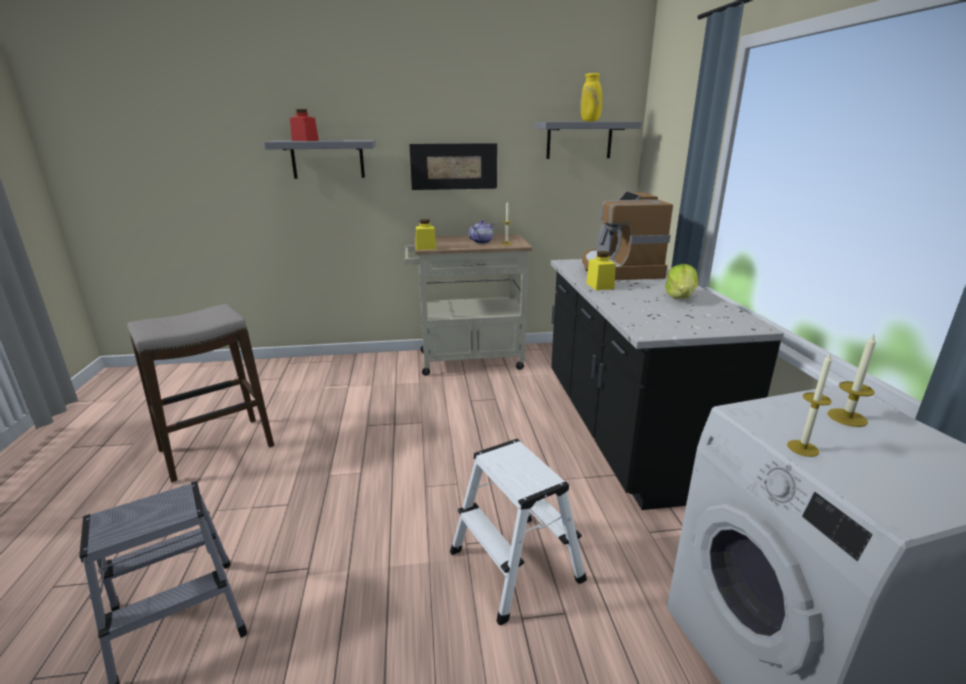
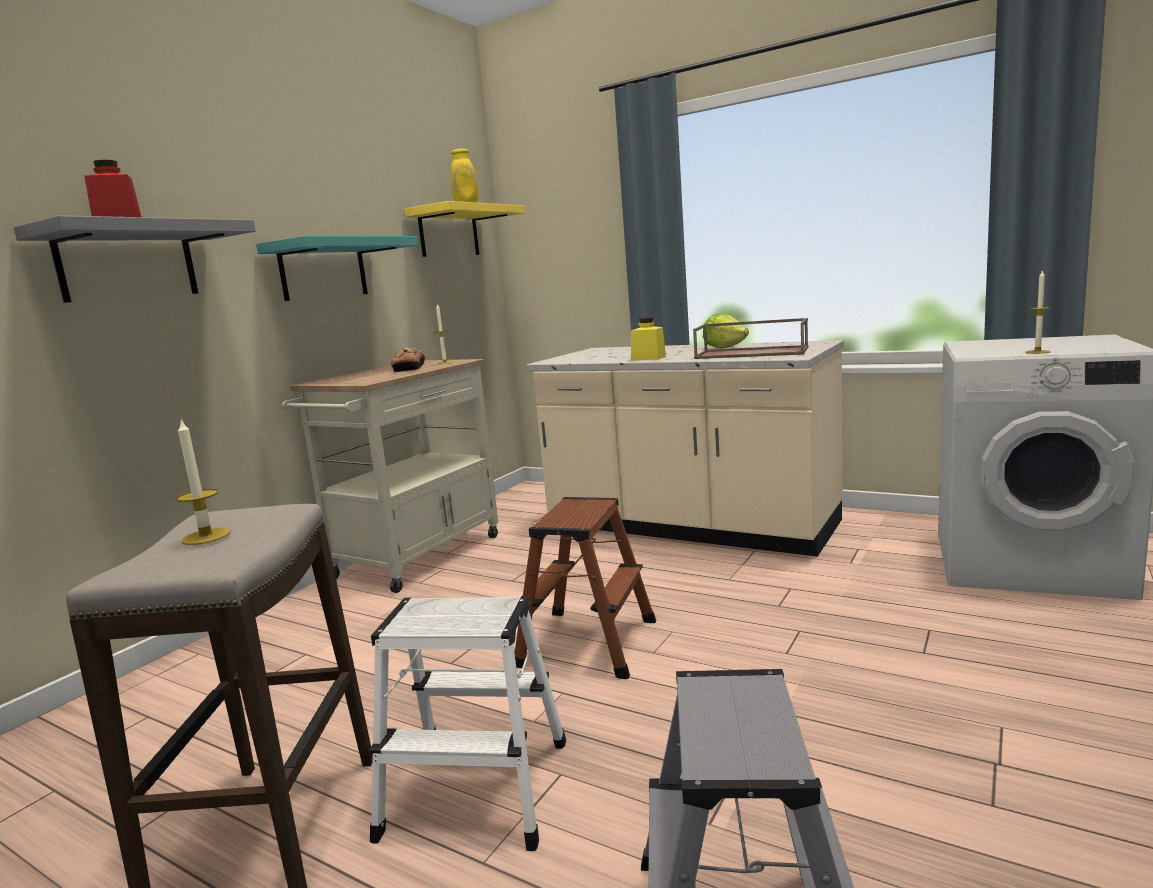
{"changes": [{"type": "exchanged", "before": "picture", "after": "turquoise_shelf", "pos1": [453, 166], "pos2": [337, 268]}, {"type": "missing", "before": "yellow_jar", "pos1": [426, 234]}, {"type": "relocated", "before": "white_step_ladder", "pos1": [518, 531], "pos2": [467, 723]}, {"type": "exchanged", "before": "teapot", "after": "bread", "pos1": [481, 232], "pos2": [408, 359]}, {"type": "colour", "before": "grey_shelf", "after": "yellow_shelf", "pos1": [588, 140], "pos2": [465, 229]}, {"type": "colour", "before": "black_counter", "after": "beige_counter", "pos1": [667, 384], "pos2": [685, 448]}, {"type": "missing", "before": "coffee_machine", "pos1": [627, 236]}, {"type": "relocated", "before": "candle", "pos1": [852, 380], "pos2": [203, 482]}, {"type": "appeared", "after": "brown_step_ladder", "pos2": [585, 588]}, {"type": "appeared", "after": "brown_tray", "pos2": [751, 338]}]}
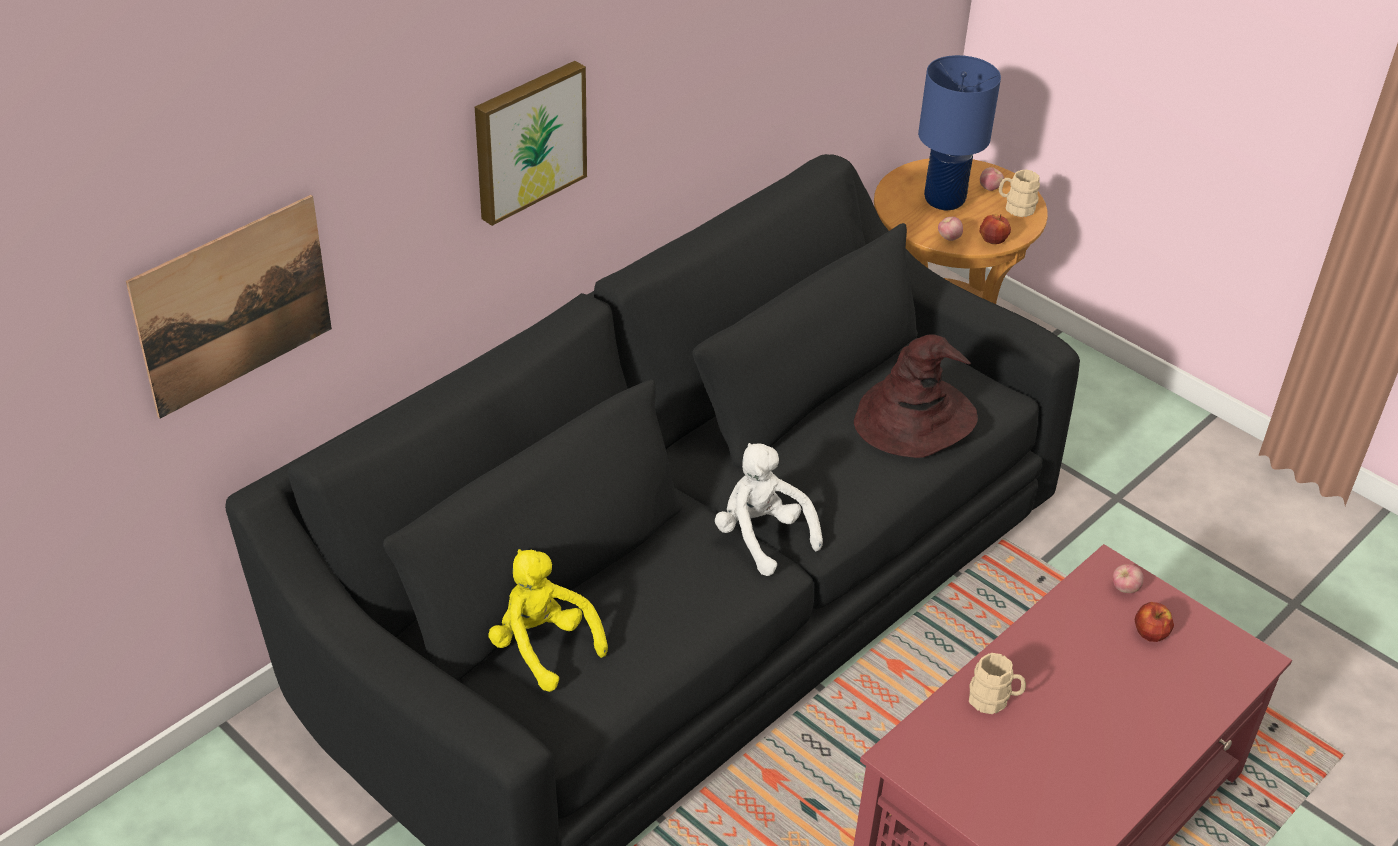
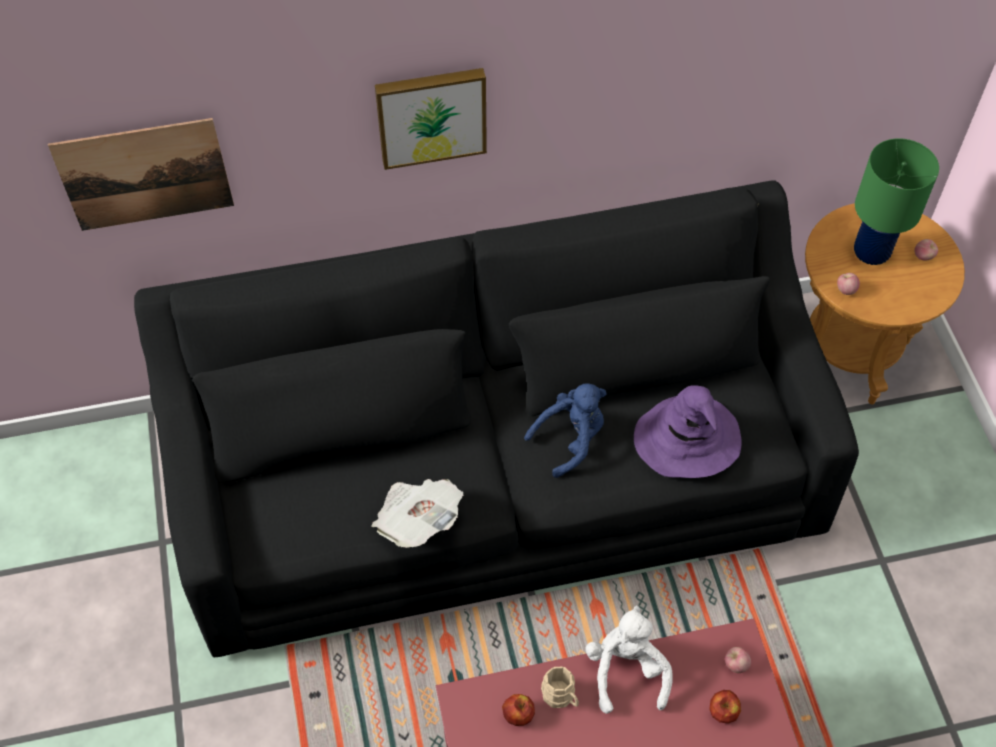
{"changes": [{"type": "missing", "before": "yellow_plush_toy", "pos1": [548, 620]}, {"type": "relocated", "before": "white_plush_toy", "pos1": [769, 509], "pos2": [628, 659]}, {"type": "colour", "before": "brown_hat", "after": "purple_hat", "pos1": [916, 396], "pos2": [688, 431]}, {"type": "colour", "before": "blue_table_lamp", "after": "green_table_lamp", "pos1": [959, 133], "pos2": [896, 201]}, {"type": "relocated", "before": "apple", "pos1": [995, 229], "pos2": [518, 710]}, {"type": "missing", "before": "beige_mug", "pos1": [1019, 193]}, {"type": "appeared", "after": "newspaper", "pos2": [417, 513]}, {"type": "appeared", "after": "blue_plush_toy", "pos2": [565, 430]}]}
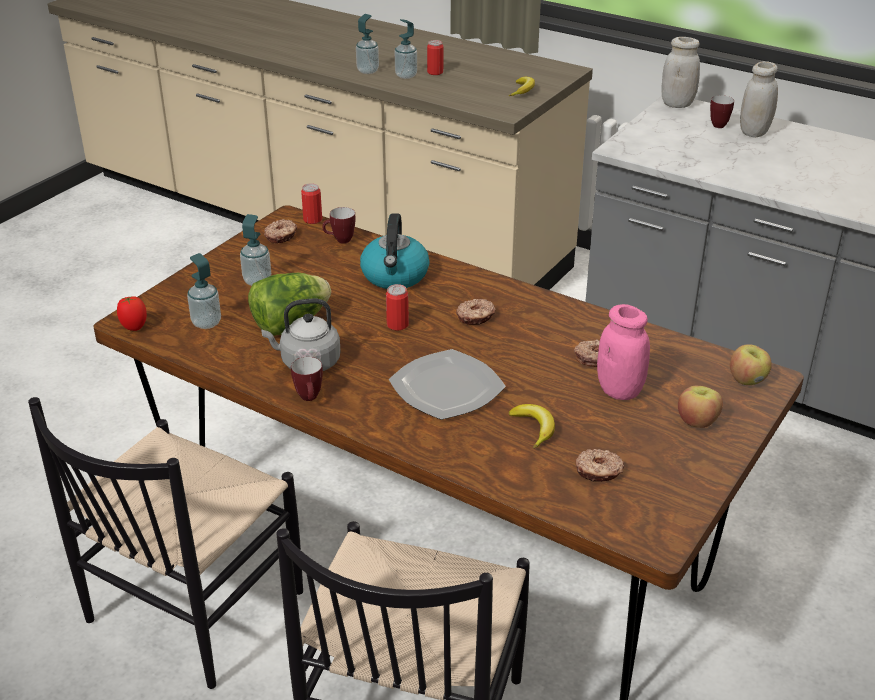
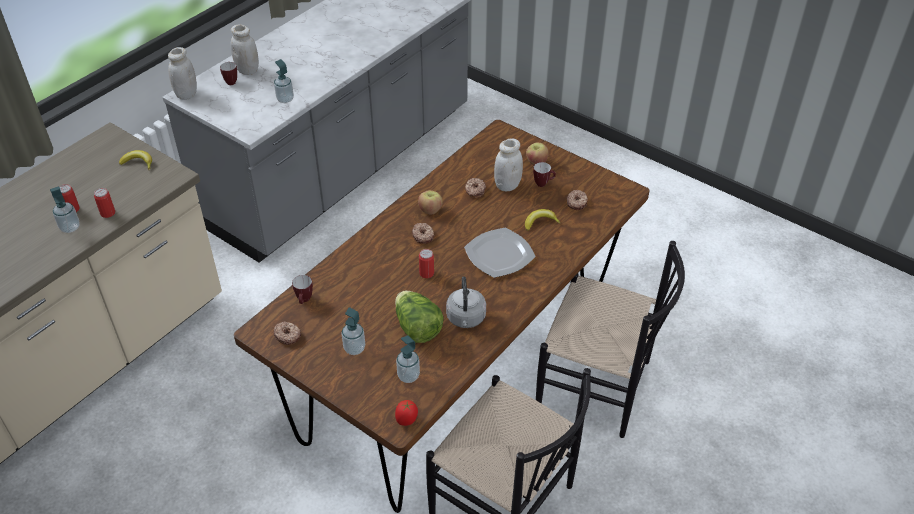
{"changes": [{"type": "relocated", "before": "mug", "pos1": [307, 379], "pos2": [544, 174]}, {"type": "relocated", "before": "can", "pos1": [311, 203], "pos2": [105, 203]}, {"type": "relocated", "before": "soap_dispenser", "pos1": [367, 44], "pos2": [284, 81]}, {"type": "missing", "before": "kettle", "pos1": [395, 251]}, {"type": "colour", "before": "pink_jar", "after": "white_jar", "pos1": [623, 352], "pos2": [508, 164]}, {"type": "relocated", "before": "apple", "pos1": [751, 364], "pos2": [430, 202]}]}
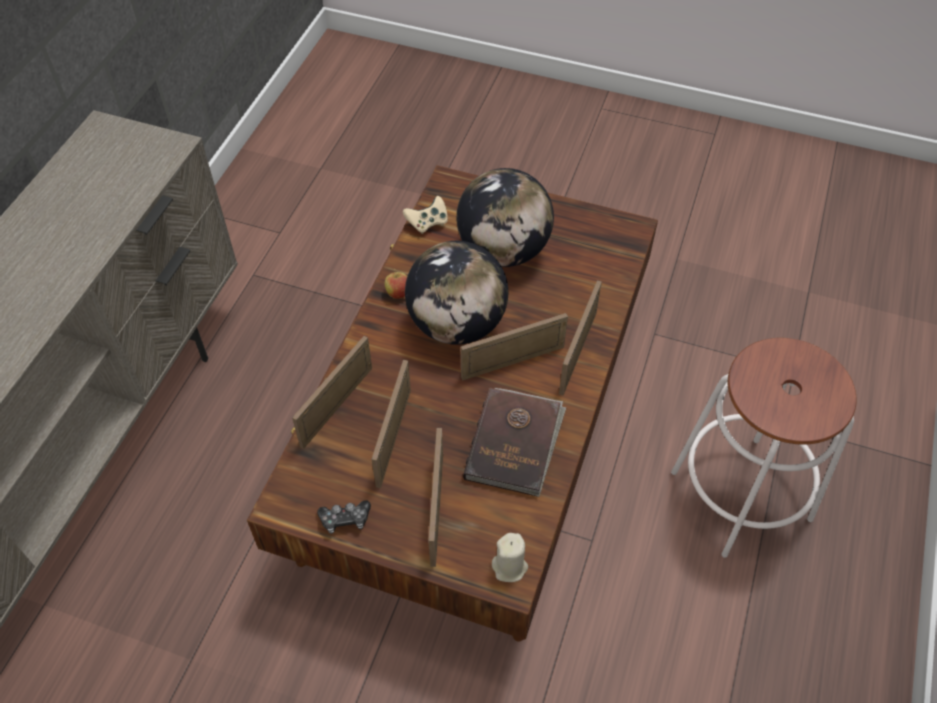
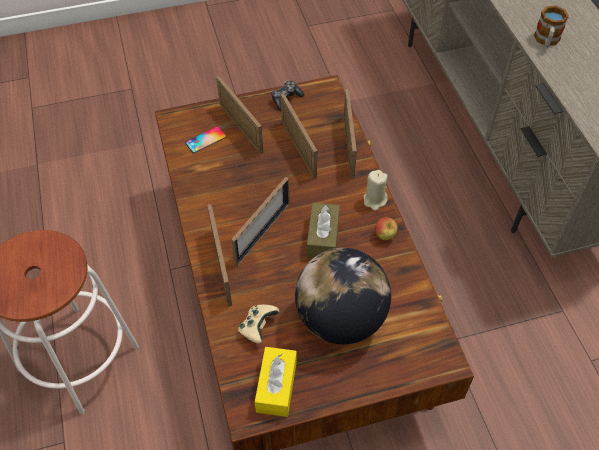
{"changes": [{"type": "relocated", "before": "beige_game_controller", "pos1": [425, 215], "pos2": [258, 323]}, {"type": "exchanged", "before": "globe", "after": "brown_tissue_box", "pos1": [456, 293], "pos2": [323, 230]}, {"type": "missing", "before": "brown_book", "pos1": [514, 442]}, {"type": "relocated", "before": "beige_candle", "pos1": [510, 557], "pos2": [376, 190]}, {"type": "appeared", "after": "phone", "pos2": [205, 139]}, {"type": "appeared", "after": "yellow_tissue_box", "pos2": [276, 382]}, {"type": "appeared", "after": "mug", "pos2": [551, 27]}]}
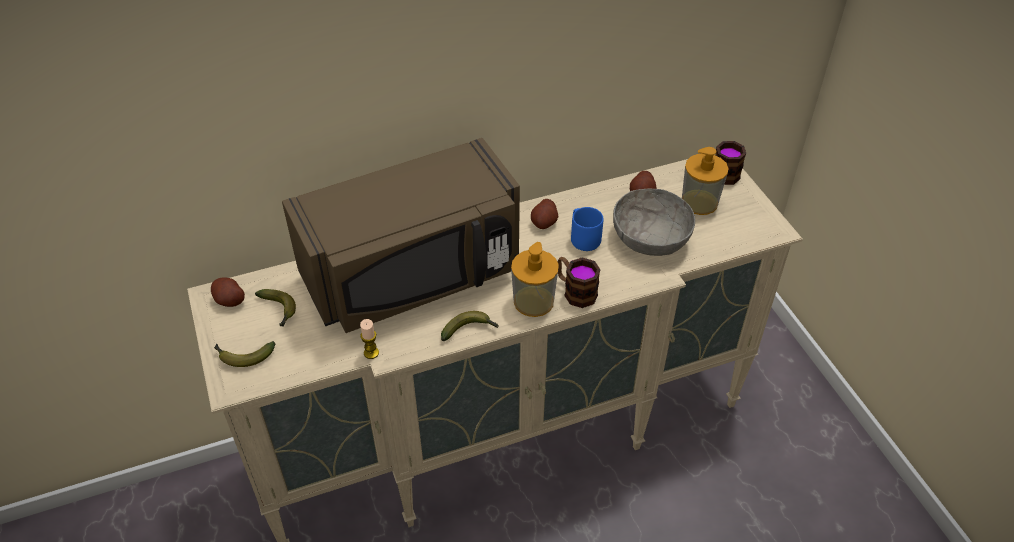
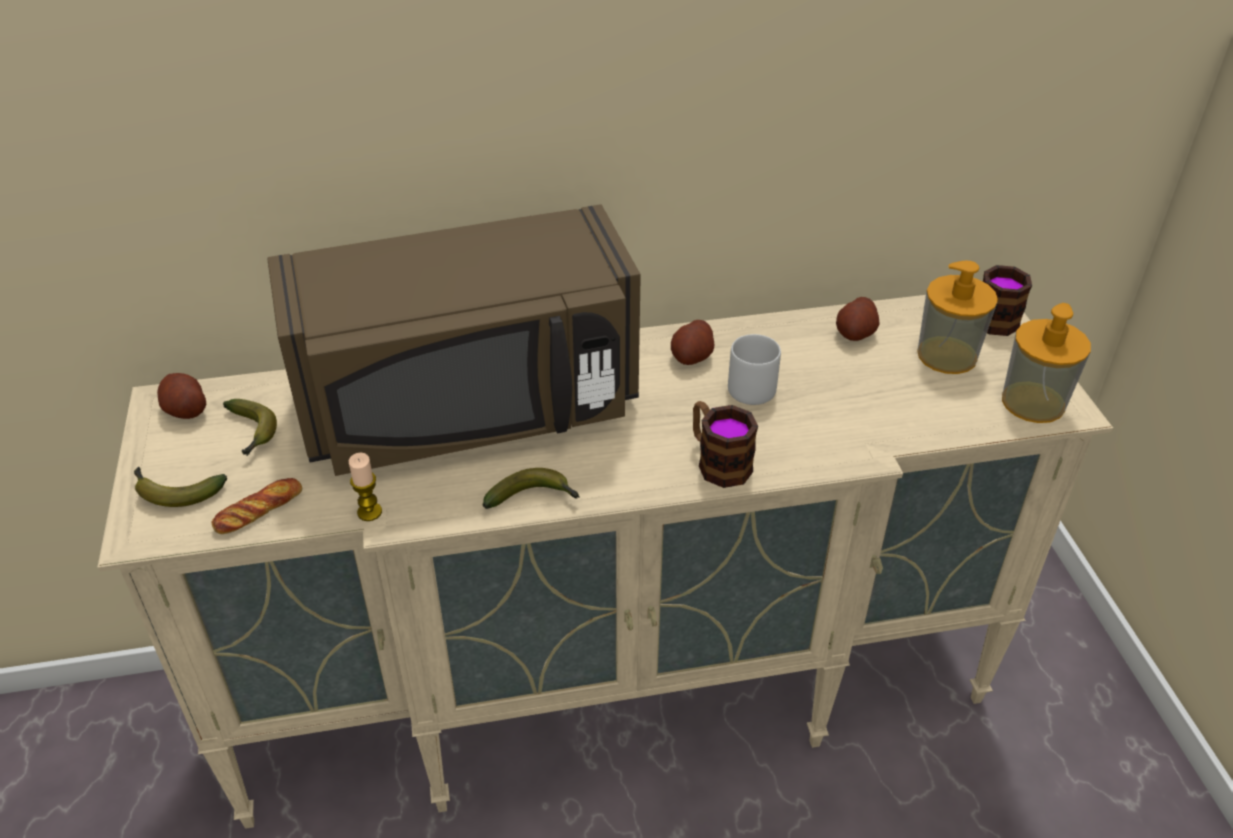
{"changes": [{"type": "relocated", "before": "soap_dispenser", "pos1": [535, 279], "pos2": [1046, 363]}, {"type": "colour", "before": "blue_mug", "after": "grey_mug", "pos1": [587, 229], "pos2": [754, 369]}, {"type": "missing", "before": "grey_bowl", "pos1": [654, 222]}, {"type": "appeared", "after": "bread", "pos2": [256, 506]}]}
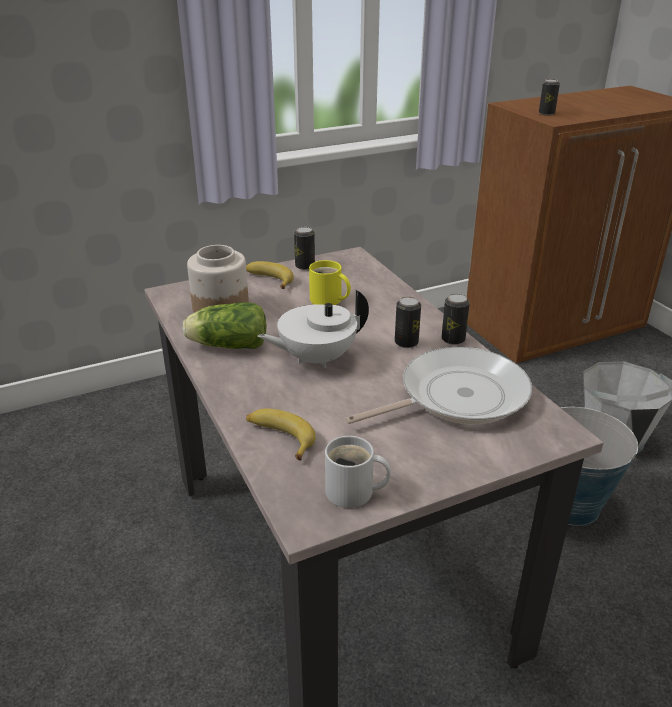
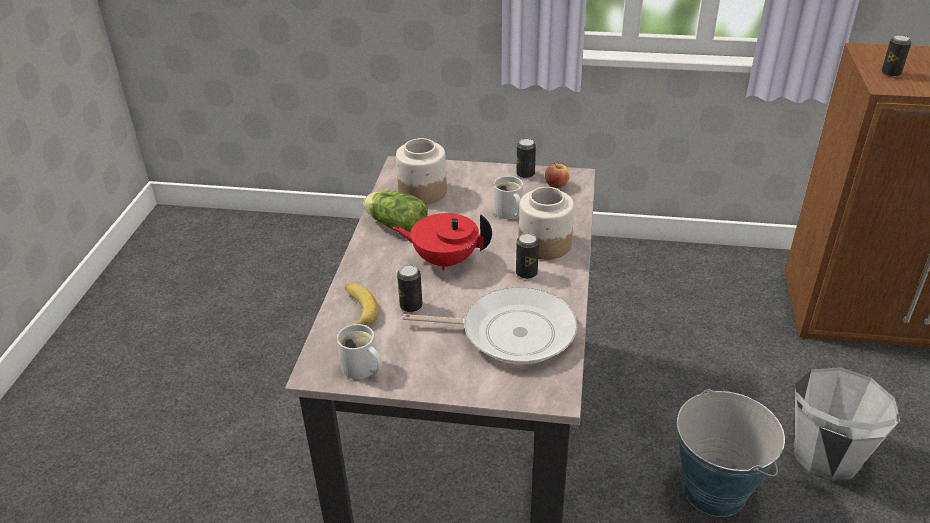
{"changes": [{"type": "missing", "before": "banana", "pos1": [270, 275]}, {"type": "colour", "before": "white_teapot", "after": "red_teapot", "pos1": [313, 329], "pos2": [442, 241]}, {"type": "colour", "before": "yellow_mug", "after": "white_mug", "pos1": [330, 282], "pos2": [508, 197]}, {"type": "relocated", "before": "can", "pos1": [456, 319], "pos2": [410, 288]}, {"type": "appeared", "after": "jar", "pos2": [546, 223]}, {"type": "appeared", "after": "apple", "pos2": [557, 175]}]}
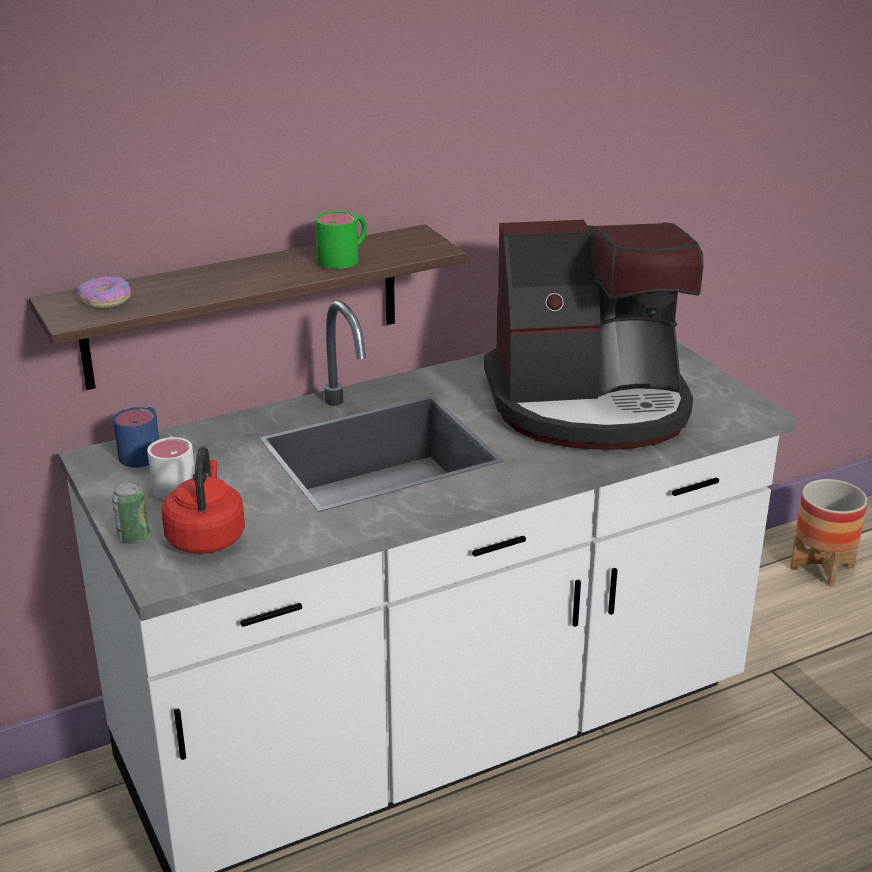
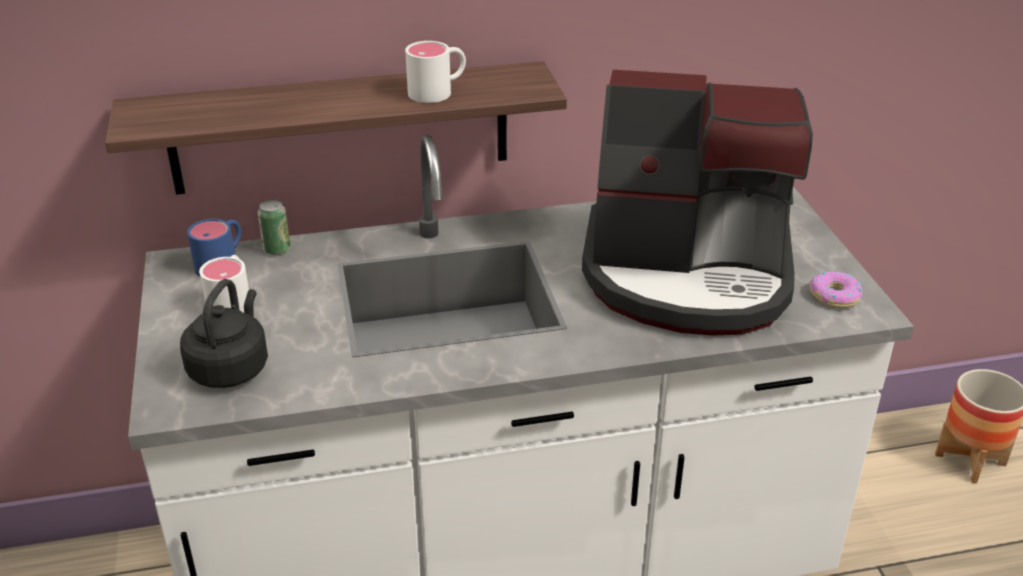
{"changes": [{"type": "relocated", "before": "donut", "pos1": [104, 292], "pos2": [835, 289]}, {"type": "relocated", "before": "can", "pos1": [130, 512], "pos2": [274, 227]}, {"type": "colour", "before": "red_kettle", "after": "black_kettle", "pos1": [203, 500], "pos2": [224, 333]}, {"type": "colour", "before": "green_mug", "after": "white_mug", "pos1": [341, 240], "pos2": [435, 72]}]}
